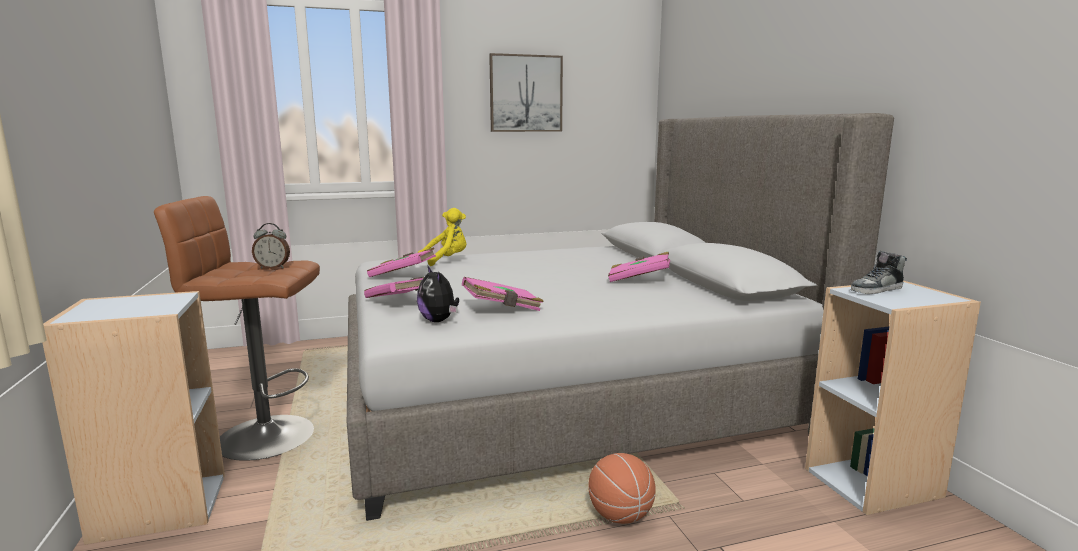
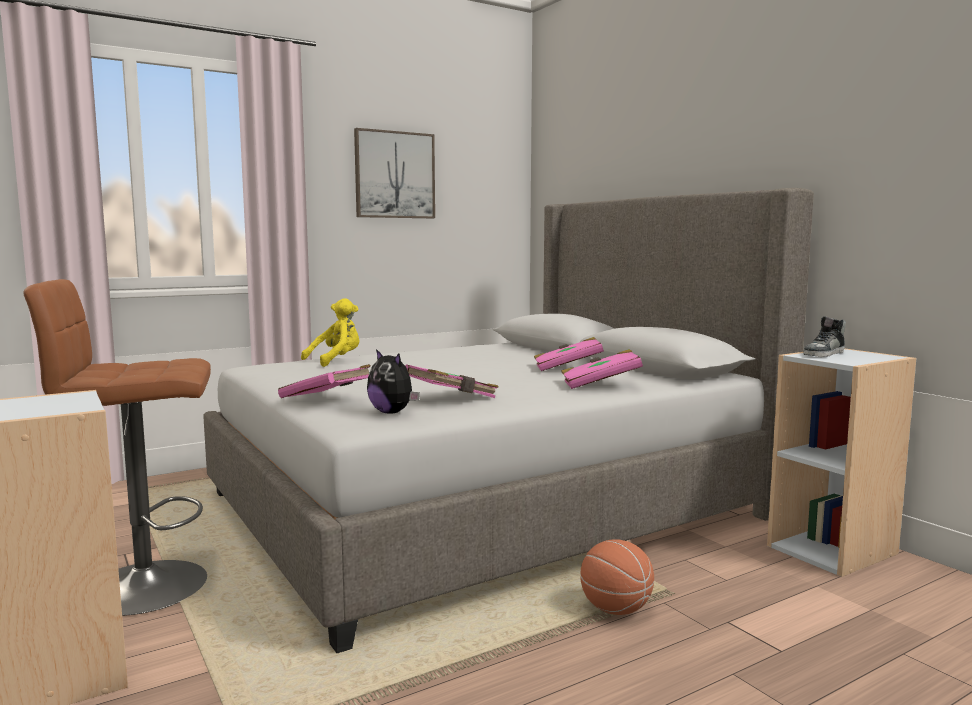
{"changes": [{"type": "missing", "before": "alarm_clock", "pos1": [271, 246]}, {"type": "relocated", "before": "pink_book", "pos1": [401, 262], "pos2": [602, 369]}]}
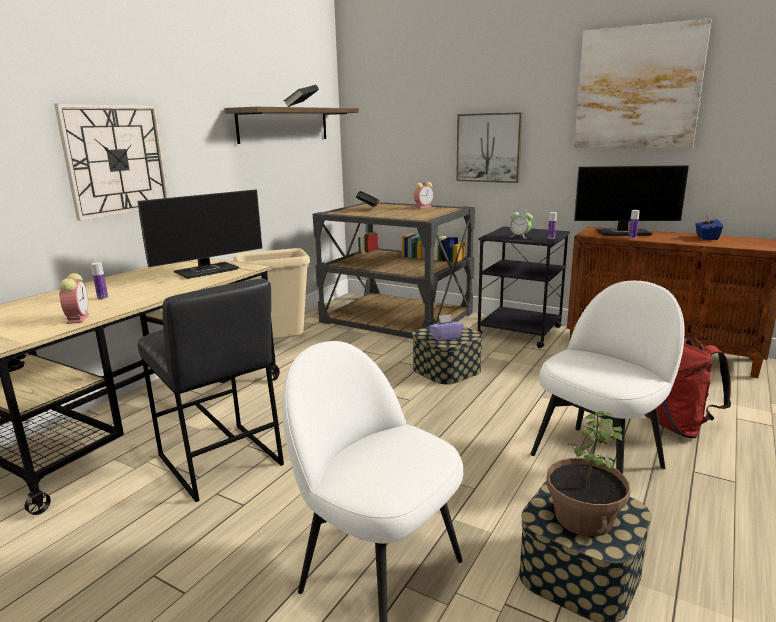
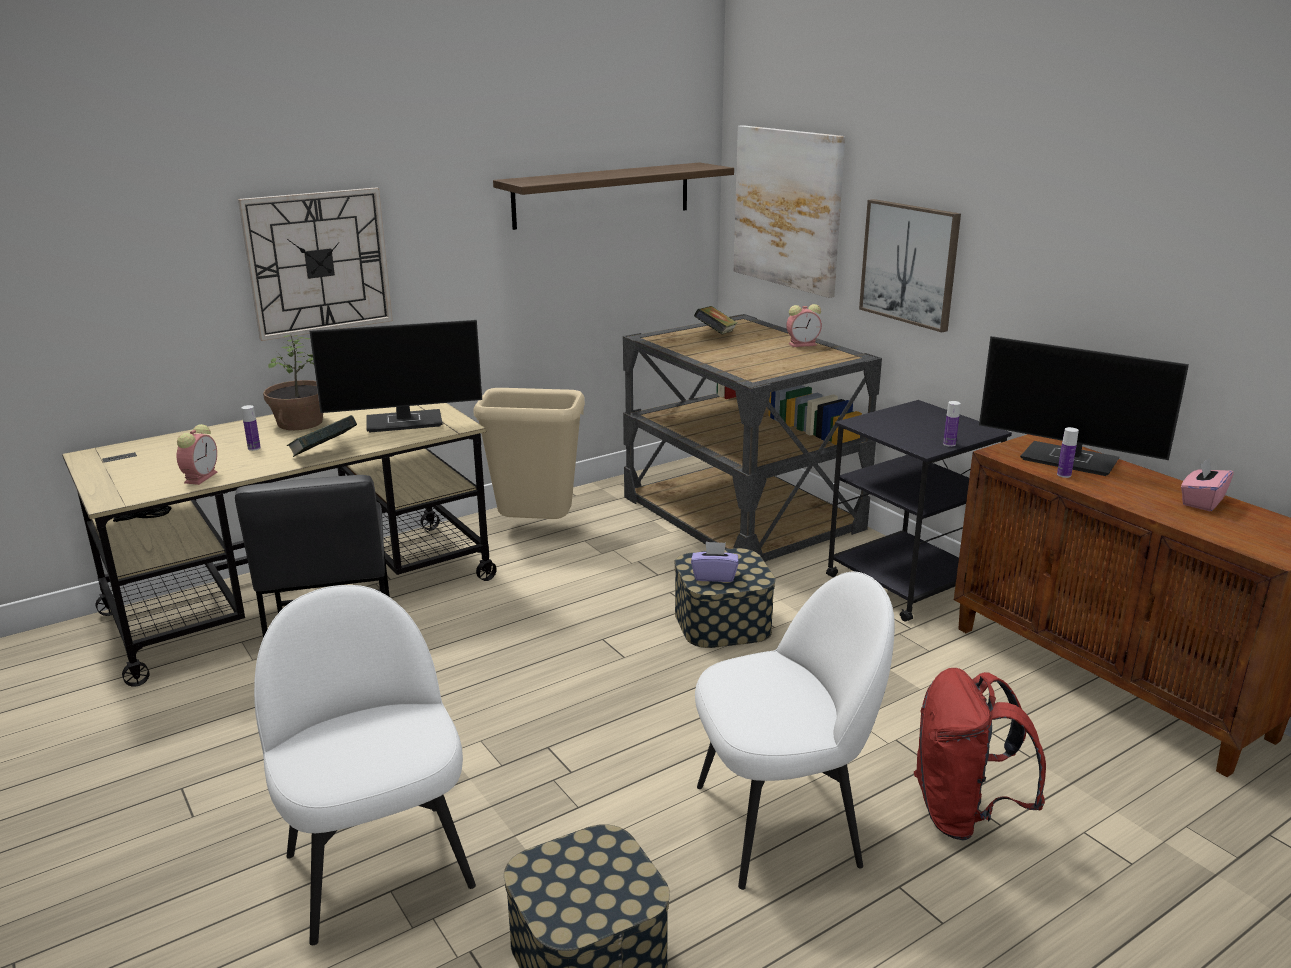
{"changes": [{"type": "relocated", "before": "book", "pos1": [301, 95], "pos2": [322, 436]}, {"type": "missing", "before": "alarm_clock", "pos1": [521, 225]}, {"type": "relocated", "before": "potted_plant", "pos1": [588, 474], "pos2": [293, 382]}, {"type": "relocated", "before": "picture", "pos1": [643, 83], "pos2": [789, 211]}, {"type": "colour", "before": "blue_tissue_box", "after": "pink_tissue_box", "pos1": [709, 227], "pos2": [1207, 484]}]}
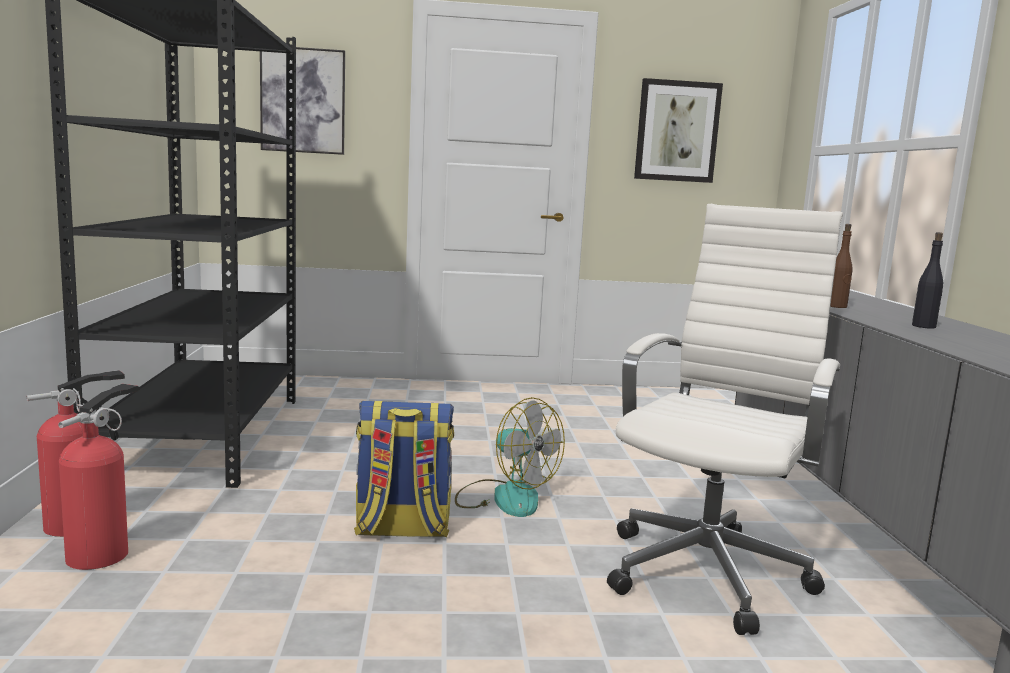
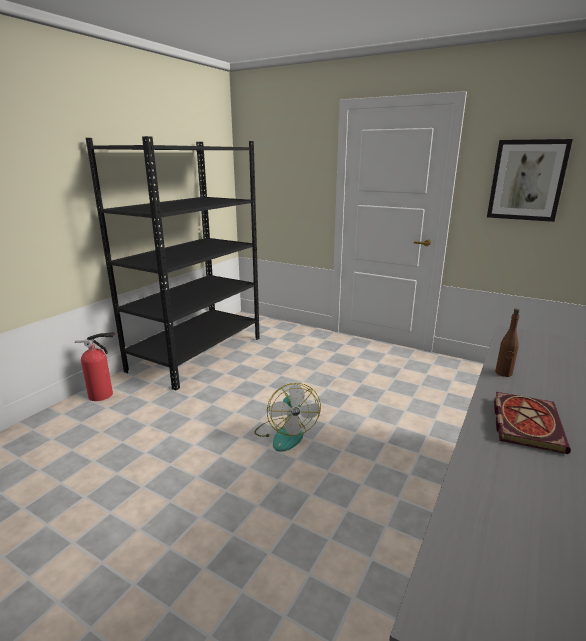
{"changes": [{"type": "missing", "before": "fire_extinguisher", "pos1": [98, 477]}, {"type": "missing", "before": "picture", "pos1": [302, 101]}, {"type": "missing", "before": "backpack", "pos1": [404, 469]}, {"type": "missing", "before": "white_office_chair", "pos1": [725, 419]}, {"type": "exchanged", "before": "black_bottle", "after": "book", "pos1": [927, 280], "pos2": [532, 423]}]}
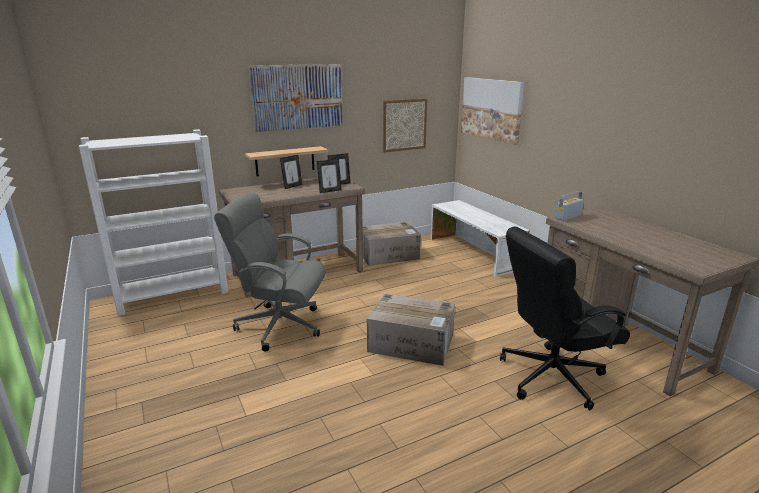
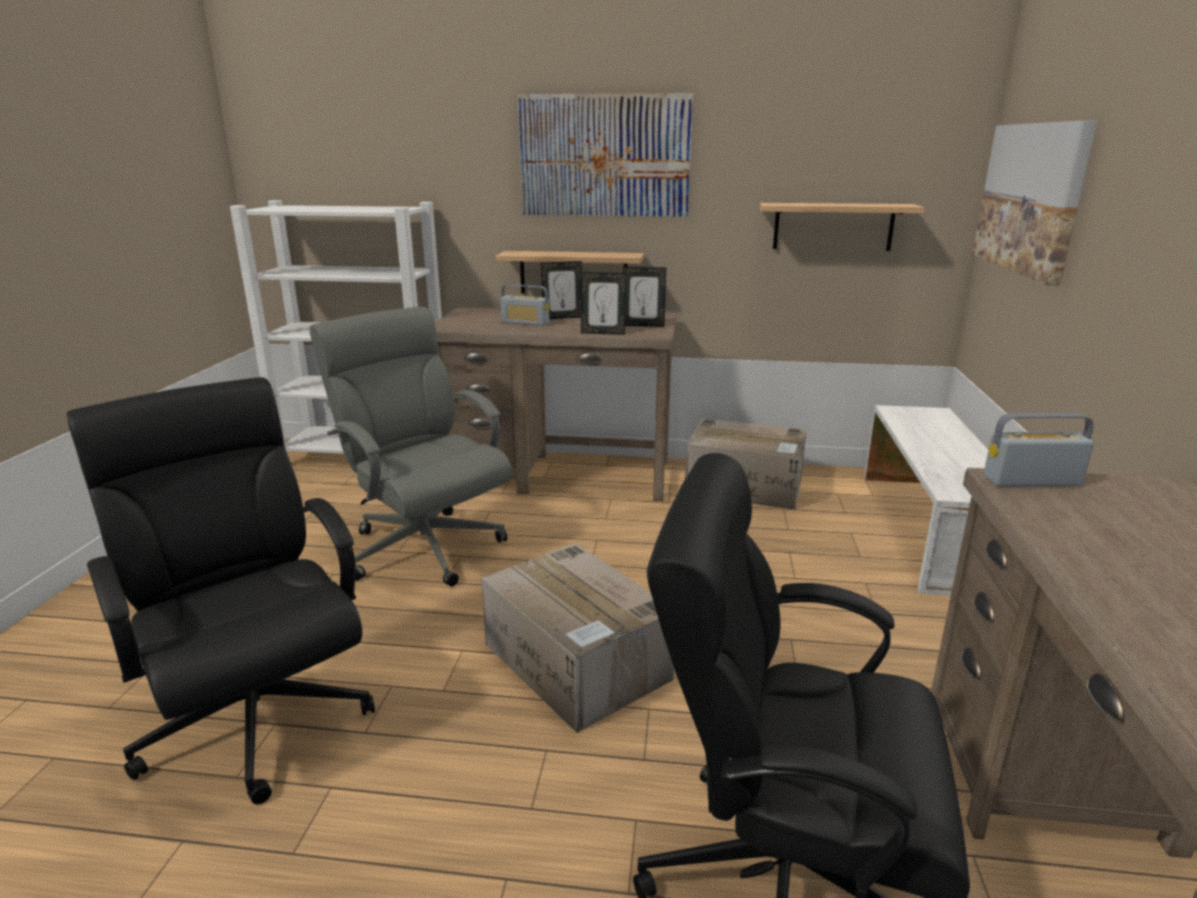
{"changes": [{"type": "exchanged", "before": "picture", "after": "shelf", "pos1": [405, 125], "pos2": [841, 227]}, {"type": "appeared", "after": "black_office_chair", "pos2": [221, 590]}, {"type": "appeared", "after": "radio", "pos2": [525, 305]}]}
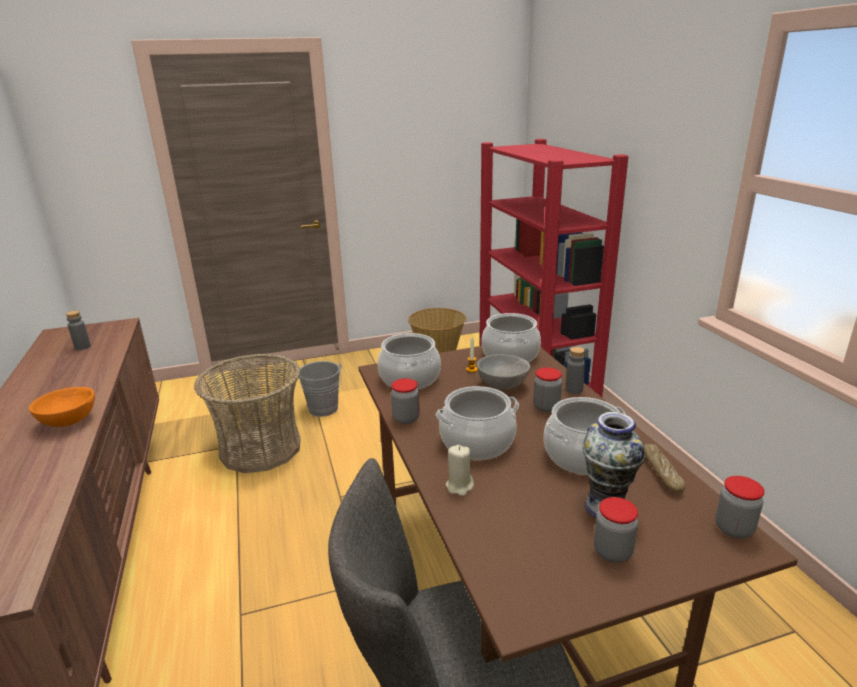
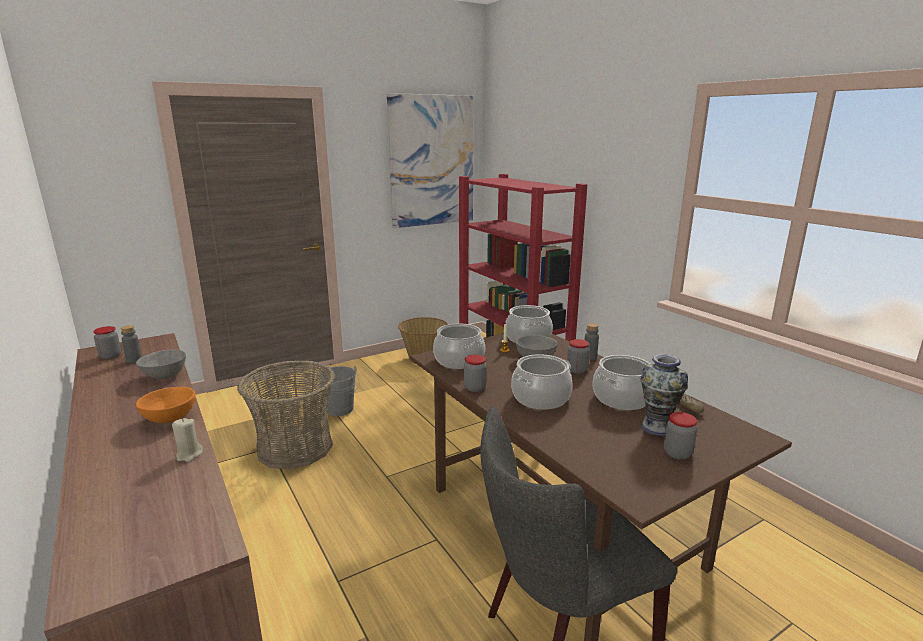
{"changes": [{"type": "relocated", "before": "beige_candle", "pos1": [460, 470], "pos2": [187, 440]}, {"type": "relocated", "before": "jar", "pos1": [740, 507], "pos2": [107, 342]}, {"type": "appeared", "after": "grey_bowl", "pos2": [161, 364]}, {"type": "appeared", "after": "picture", "pos2": [430, 160]}]}
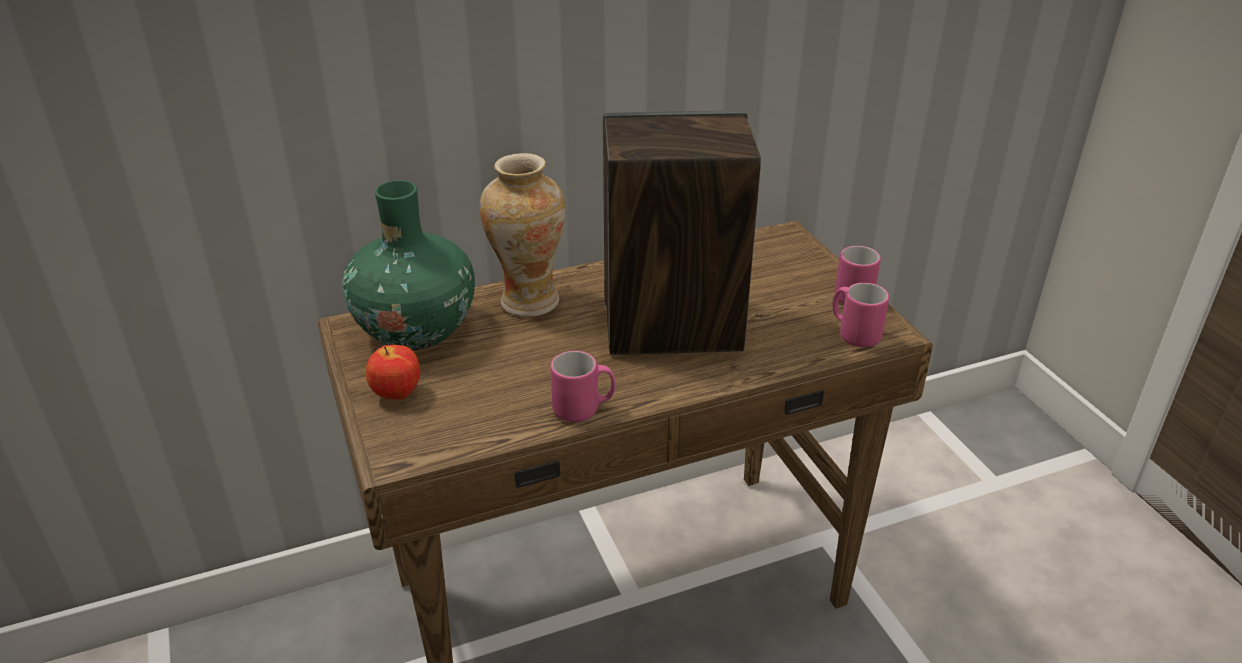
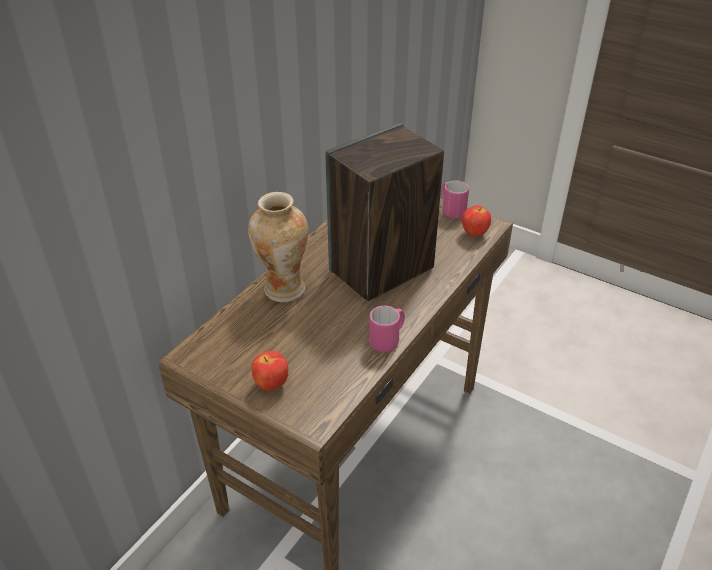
{"changes": [{"type": "missing", "before": "green_vase", "pos1": [408, 265]}, {"type": "exchanged", "before": "pink_mug", "after": "apple", "pos1": [861, 315], "pos2": [476, 221]}]}
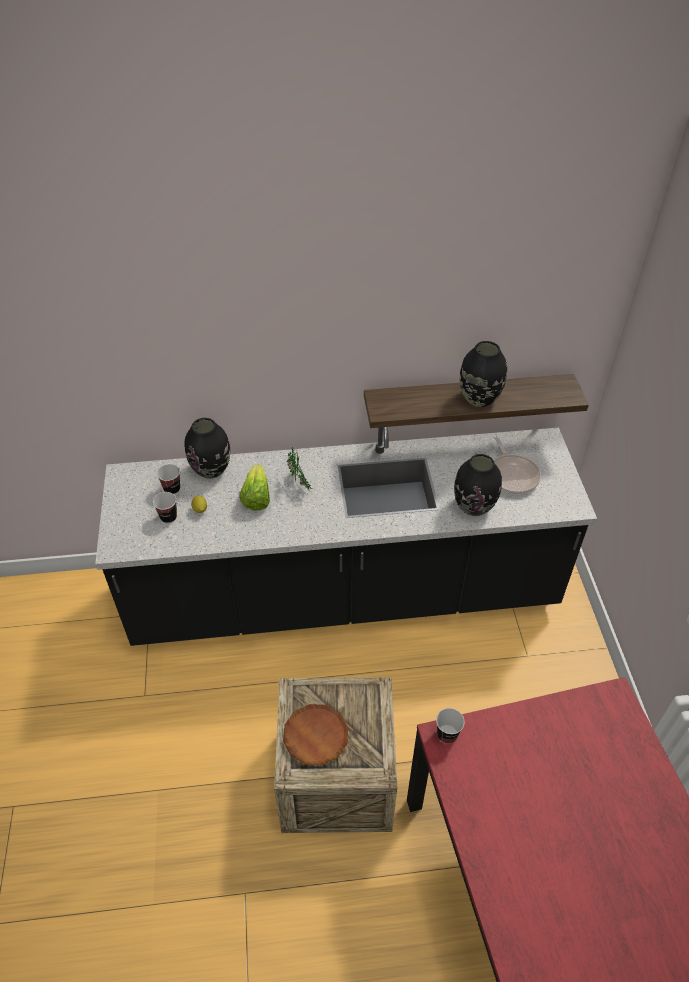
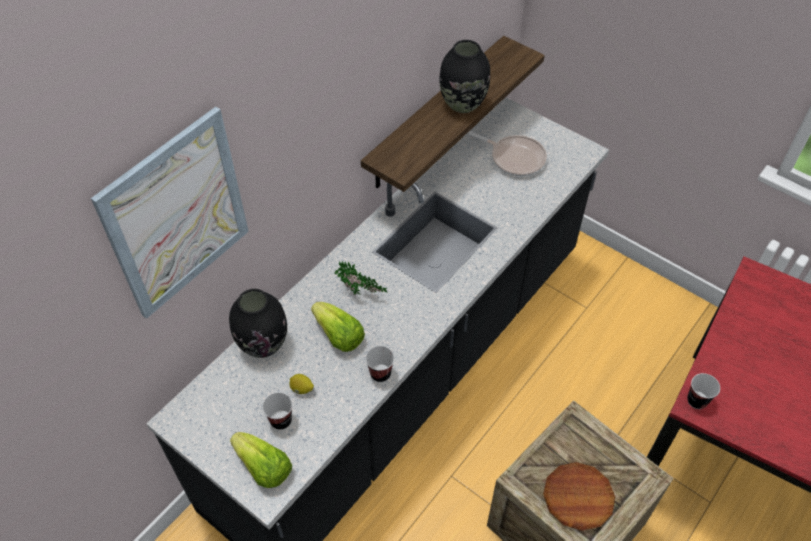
{"changes": [{"type": "relocated", "before": "cup", "pos1": [168, 479], "pos2": [380, 364]}, {"type": "missing", "before": "black_vase", "pos1": [478, 485]}, {"type": "appeared", "after": "picture", "pos2": [170, 213]}, {"type": "appeared", "after": "lettuce", "pos2": [261, 460]}]}
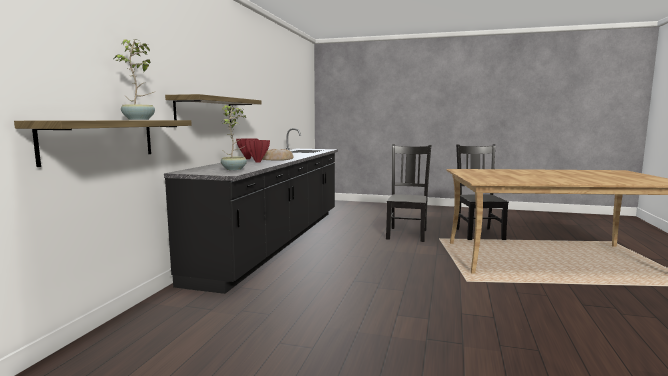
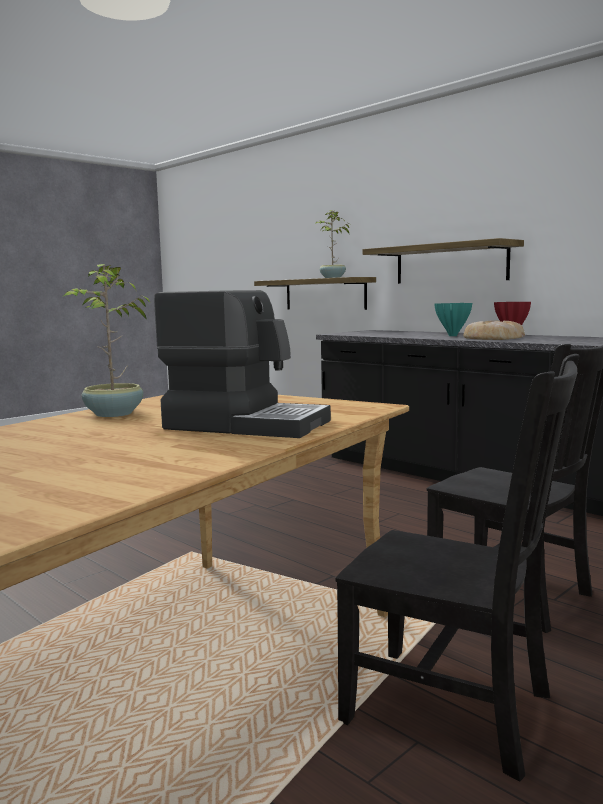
{"changes": [{"type": "relocated", "before": "potted_plant", "pos1": [234, 137], "pos2": [107, 340]}, {"type": "colour", "before": "red_vase", "after": "turquoise_vase", "pos1": [257, 151], "pos2": [453, 319]}, {"type": "appeared", "after": "coffee_machine", "pos2": [242, 364]}]}
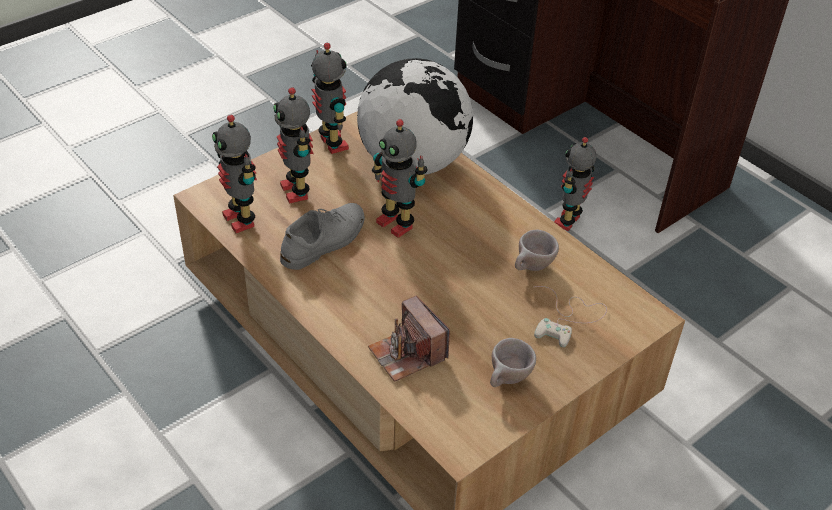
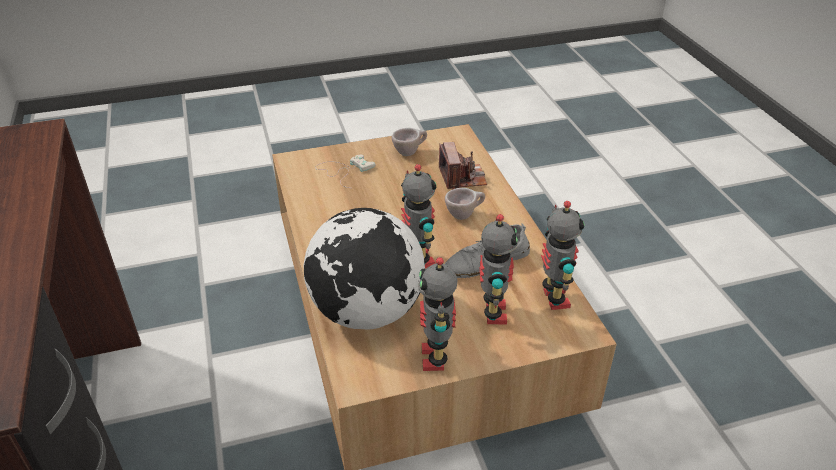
{"changes": [{"type": "relocated", "before": "beige_cup", "pos1": [537, 250], "pos2": [465, 204]}, {"type": "missing", "before": "toy_robot", "pos1": [575, 184]}]}
